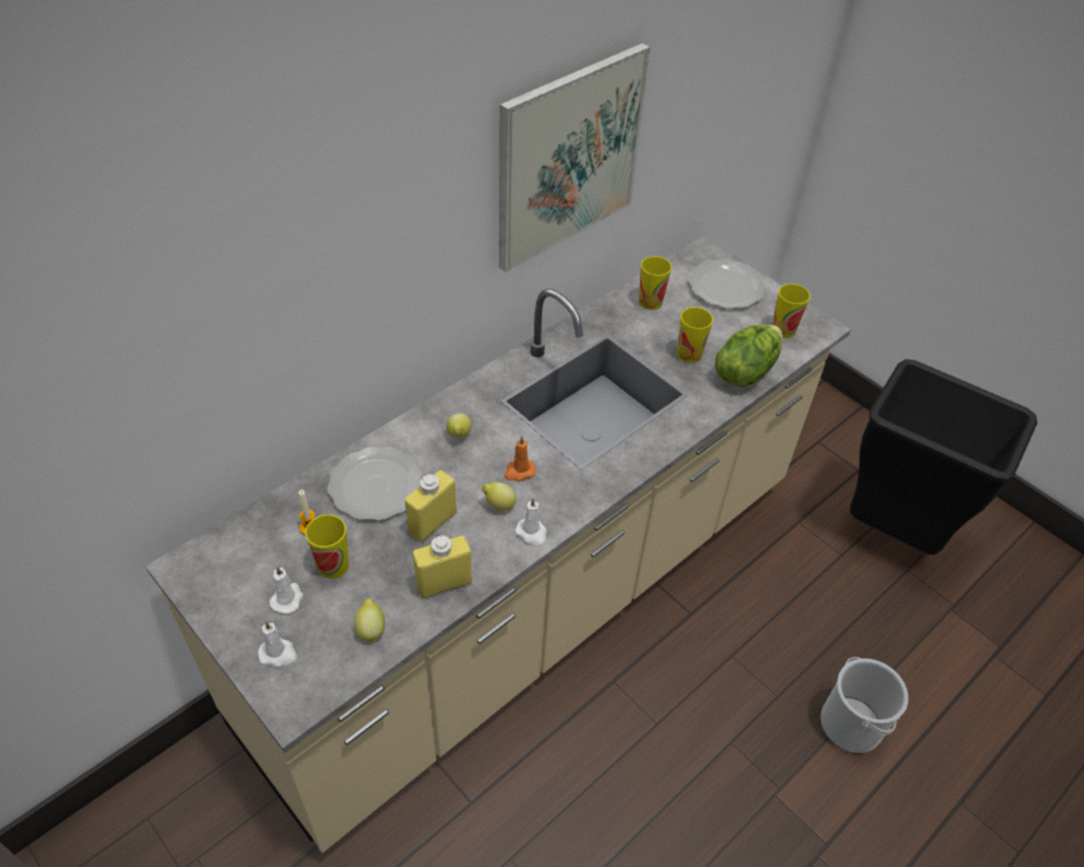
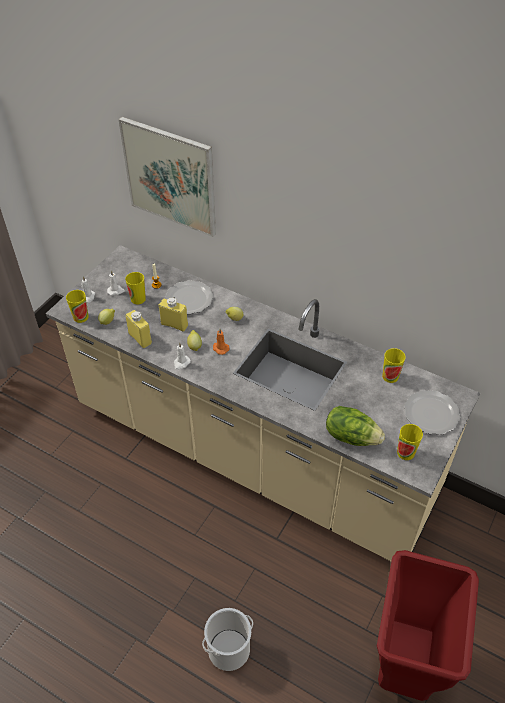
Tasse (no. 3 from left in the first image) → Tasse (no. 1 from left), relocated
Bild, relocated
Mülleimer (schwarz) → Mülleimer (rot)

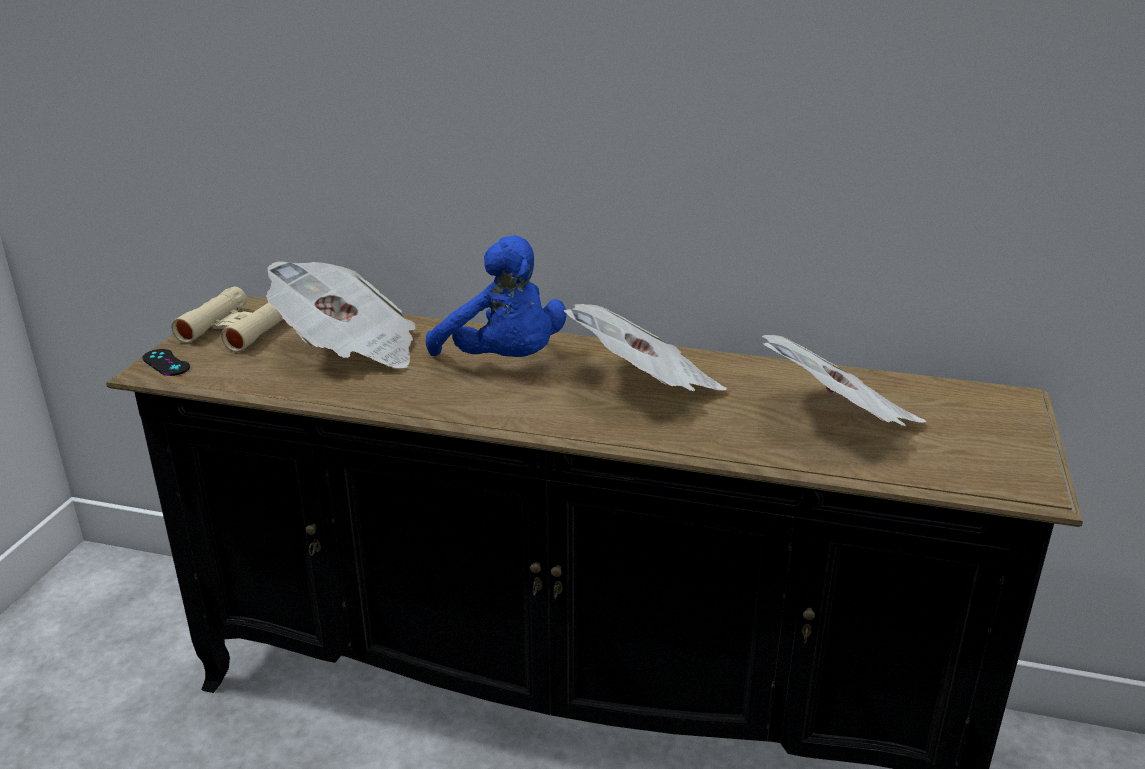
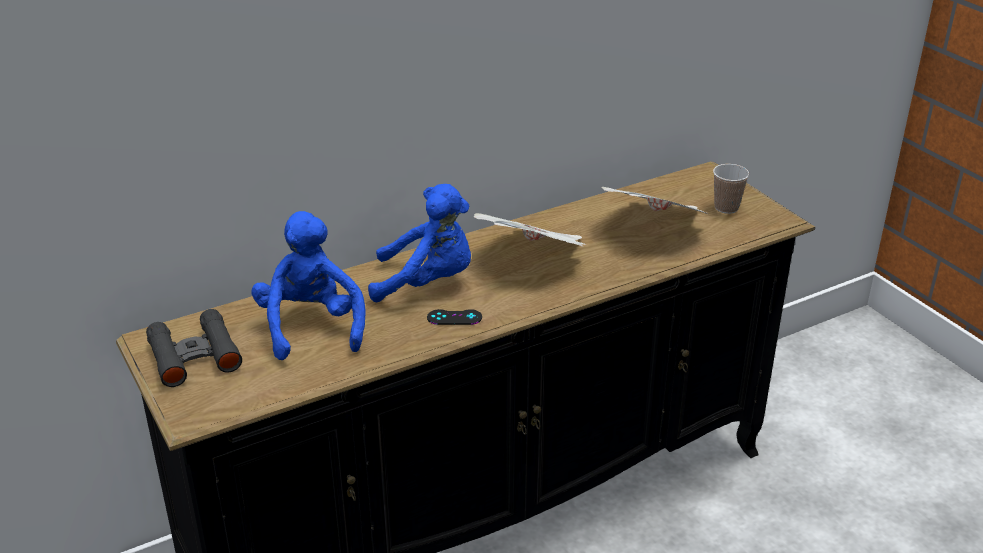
Fernglas (beige) → Fernglas (schwarz)
Zeitung (no. 1 from left) → Plüschtier (blau) (no. 1 from left)
Gamepad (schwarz), relocated
- → Tasse

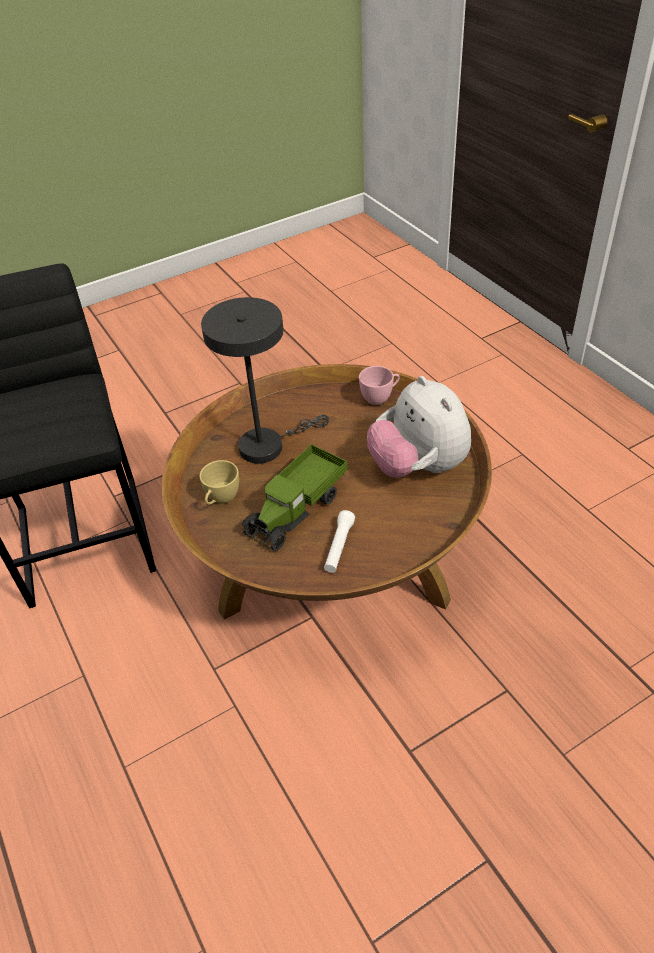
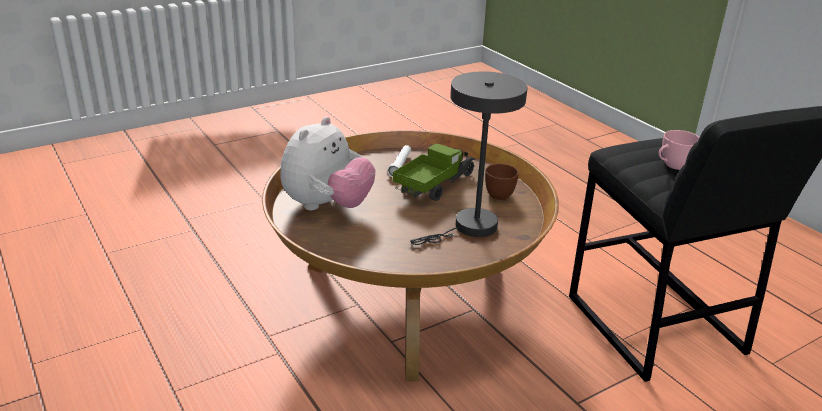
Plüschtier, 60 degrees clockwise
Tasse (gelb) → Tasse (braun)
Tasse (rosa), relocated

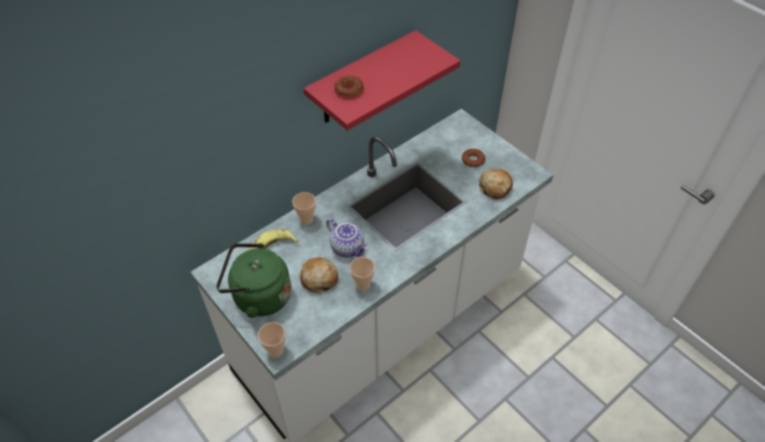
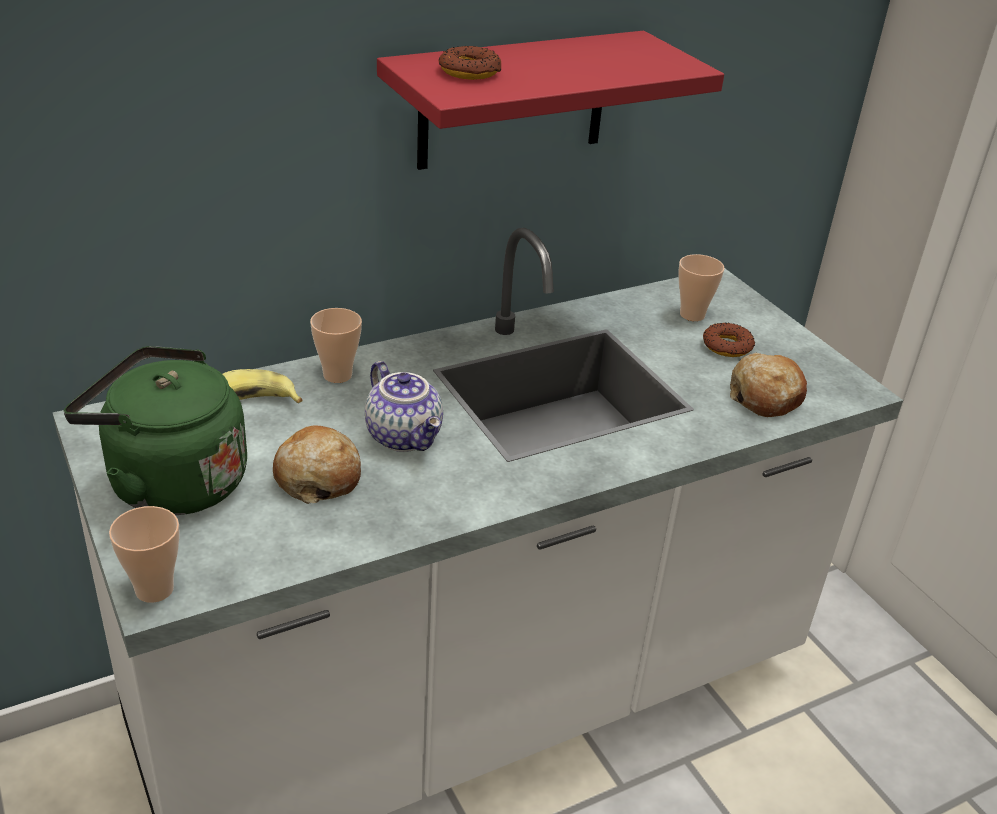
Tasse (no. 3 from left), relocated

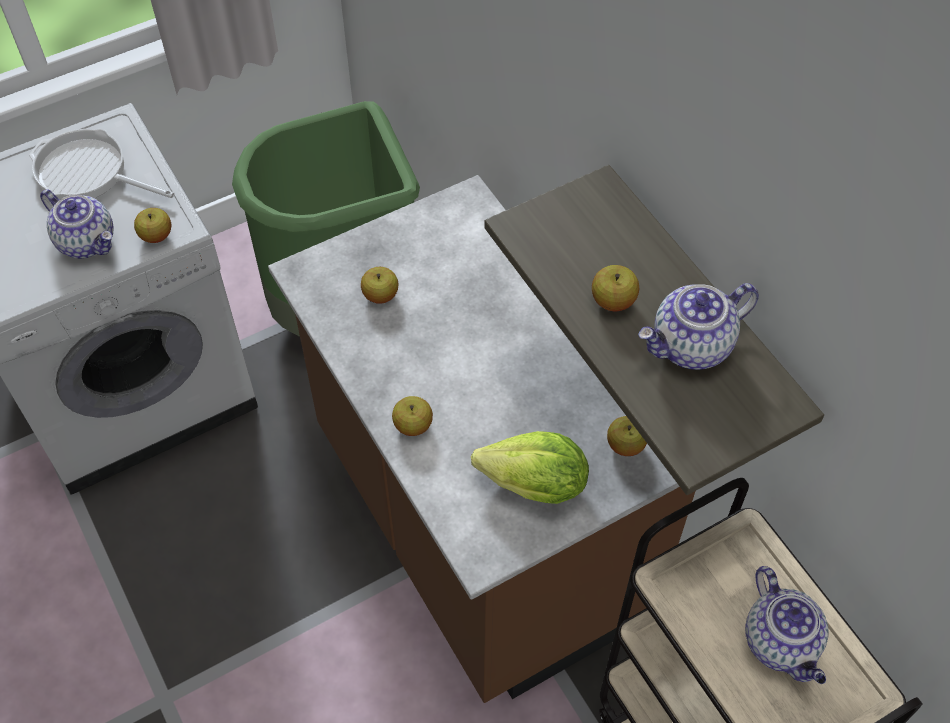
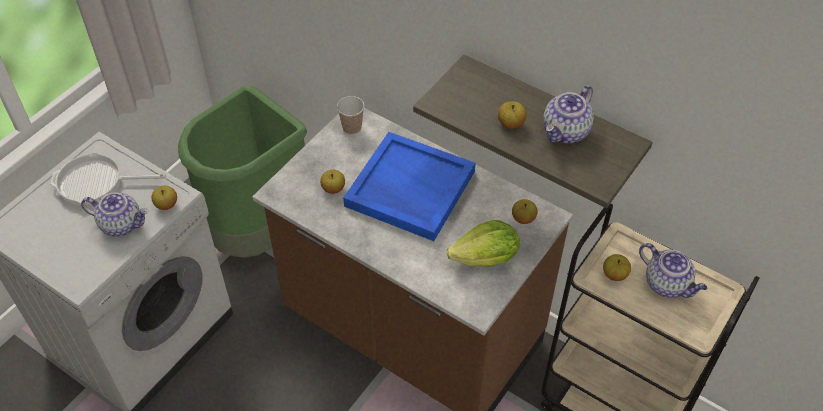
- → Tasse
- → Tablett (blau)
Apfel (no. 3 from left in the first image) → Apfel (no. 5 from left), relocated

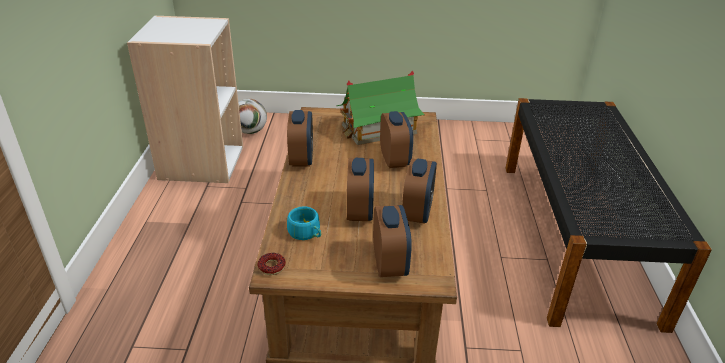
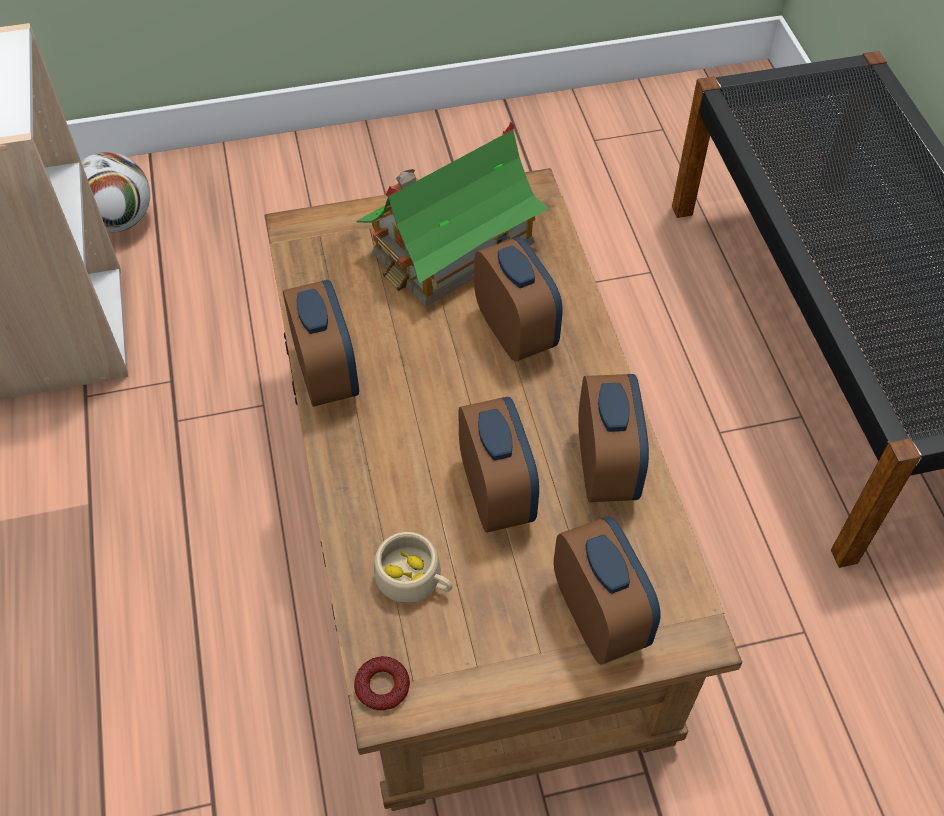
Tasse (türkis) → Tasse (beige)

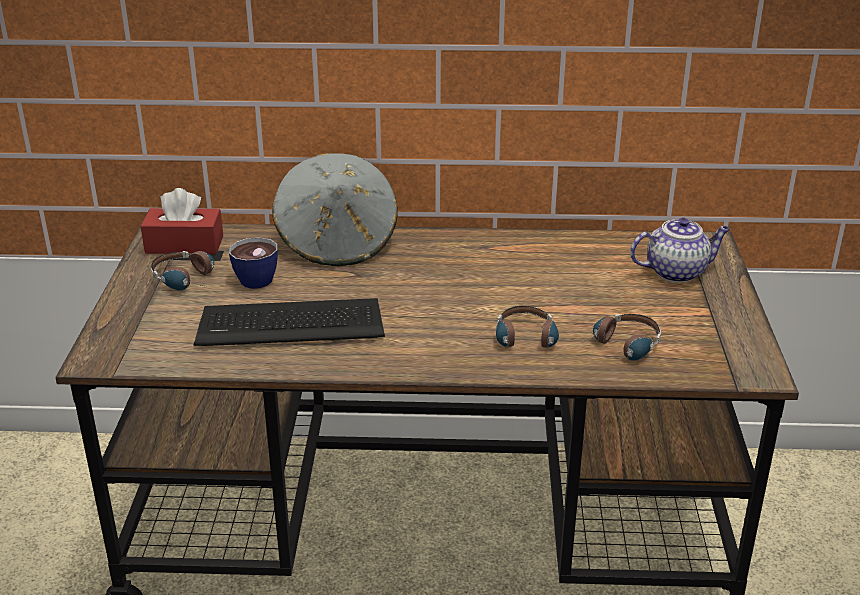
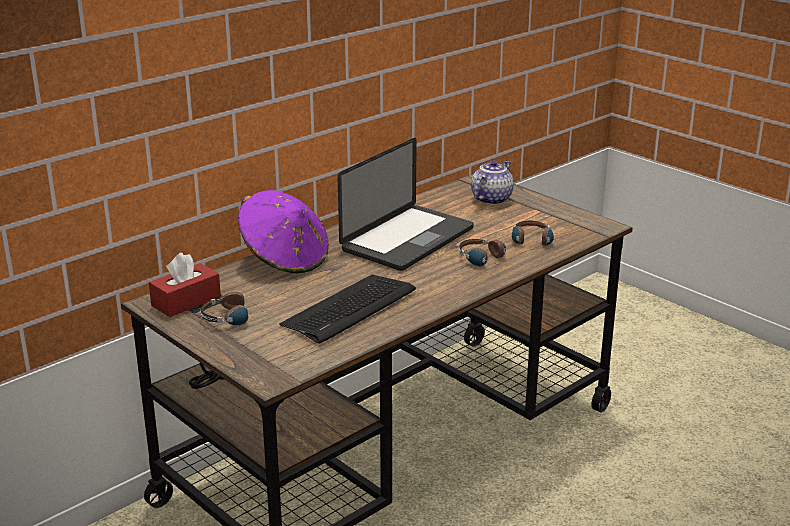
Hut (grau) → Hut (lila)
- → Laptop
Tasse → -

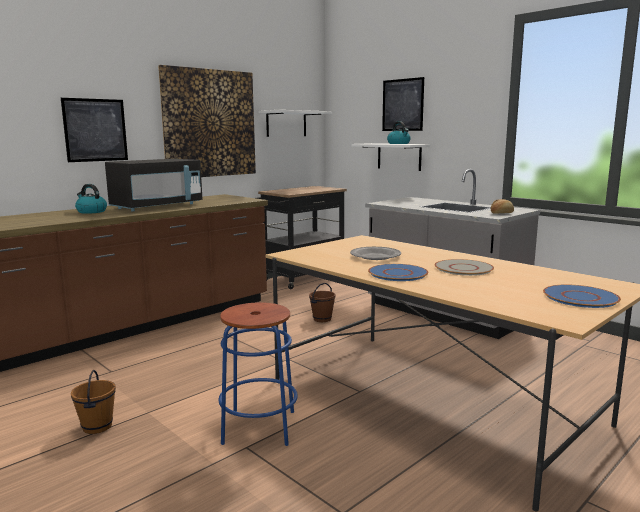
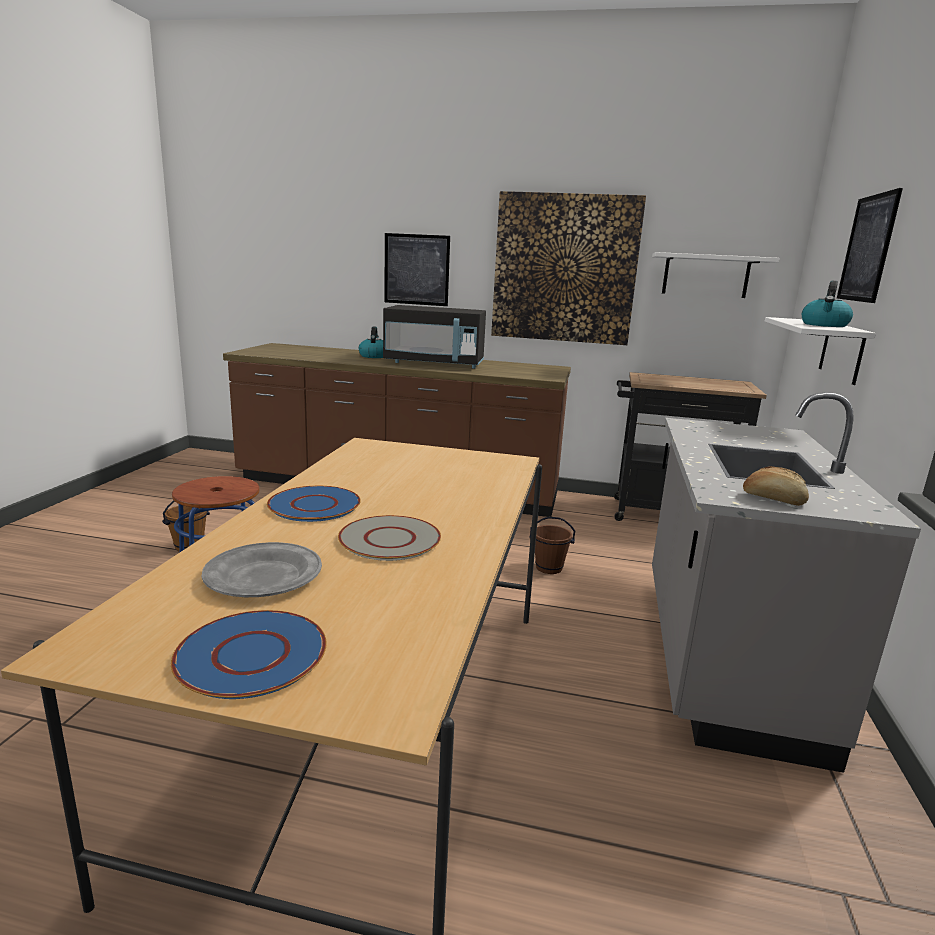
Teller (grau) (no. 1 from left), relocated

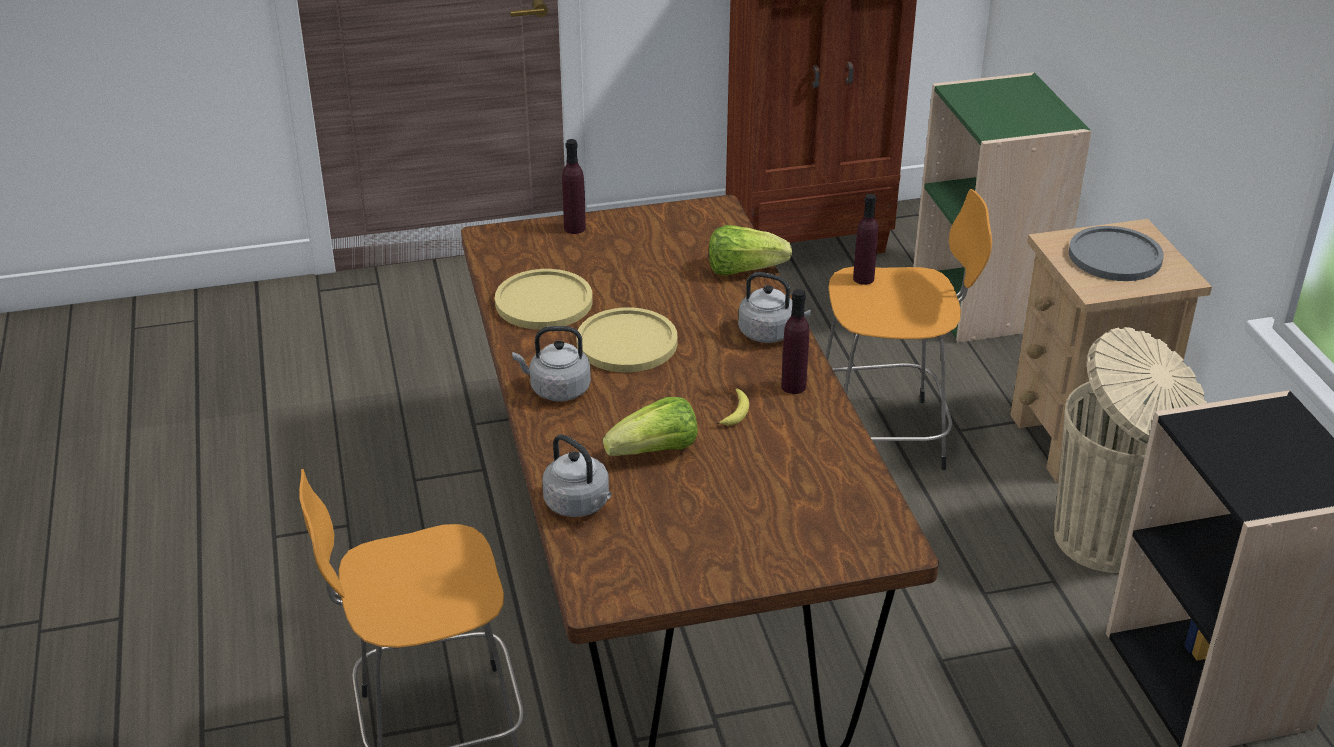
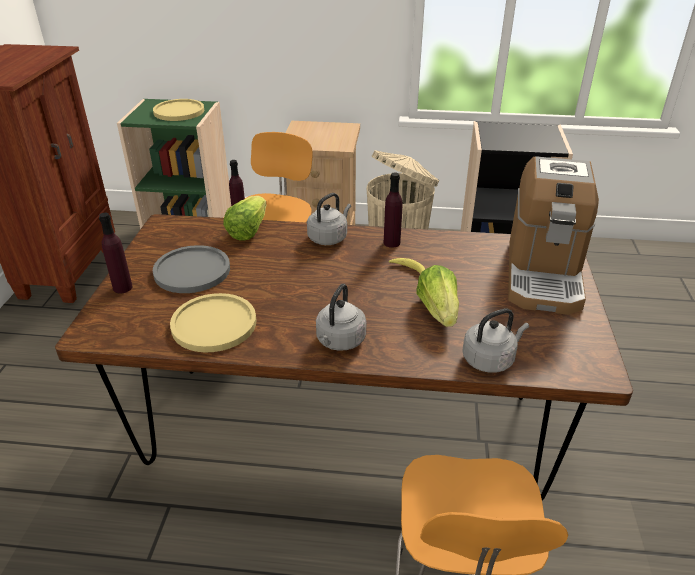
Teller (gelb) (no. 2 from left in the first image) → Teller (gelb) (no. 1 from left), relocated
Teller (grau), relocated
- → Kaffeemaschine

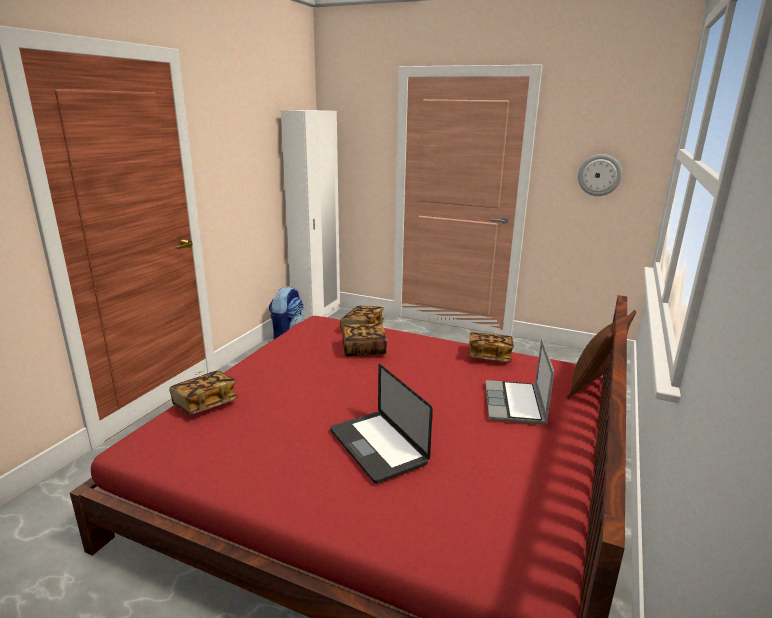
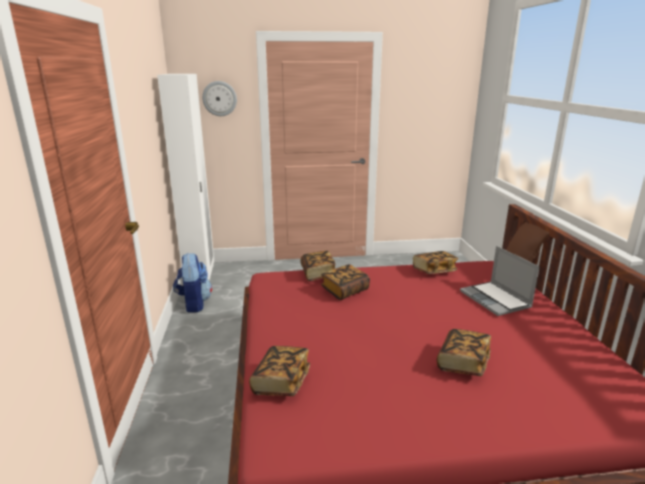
Wanduhr, relocated
Laptop (no. 1 from left) → Buch (no. 5 from left)

